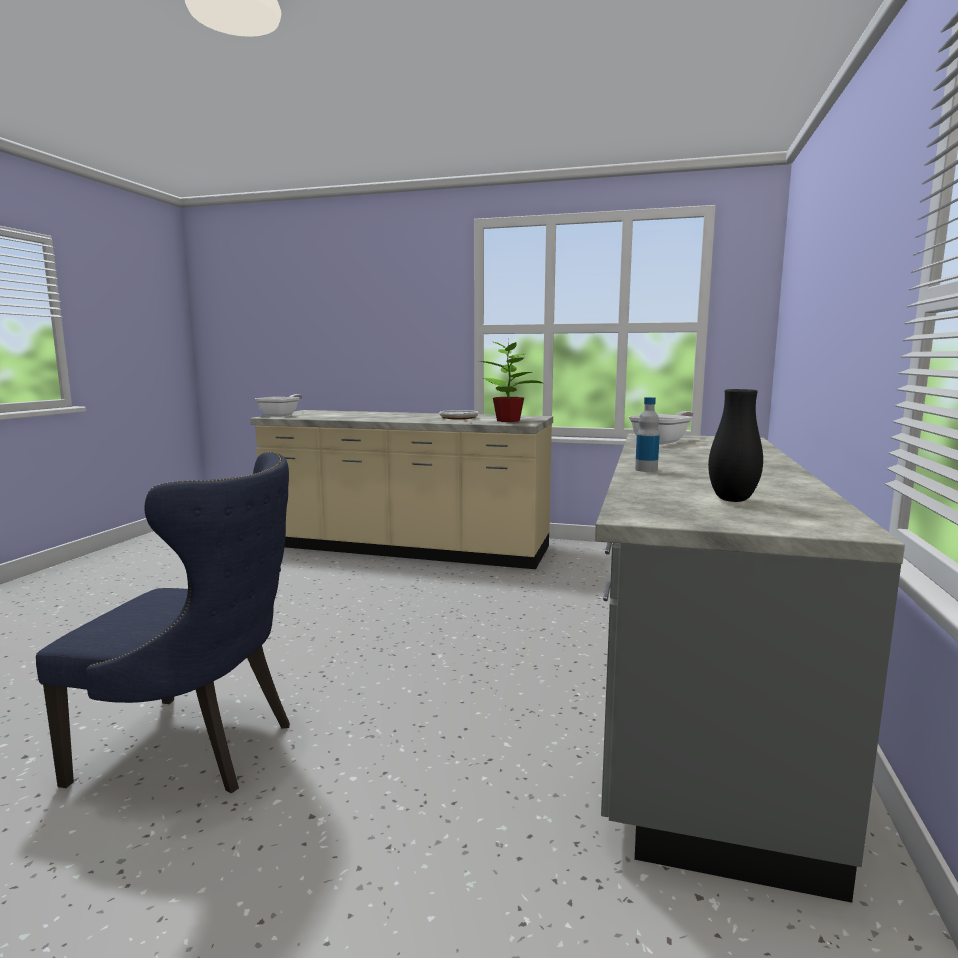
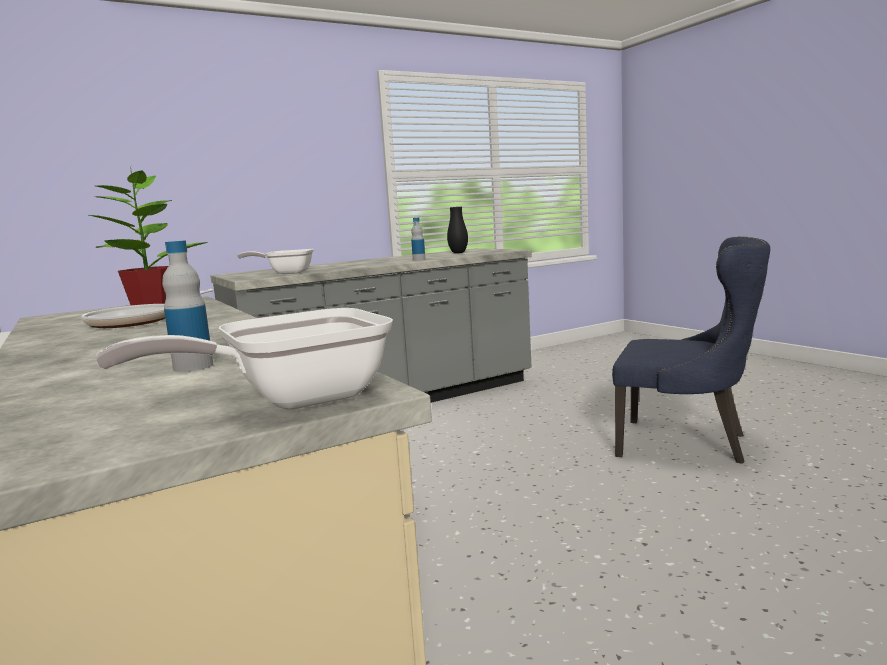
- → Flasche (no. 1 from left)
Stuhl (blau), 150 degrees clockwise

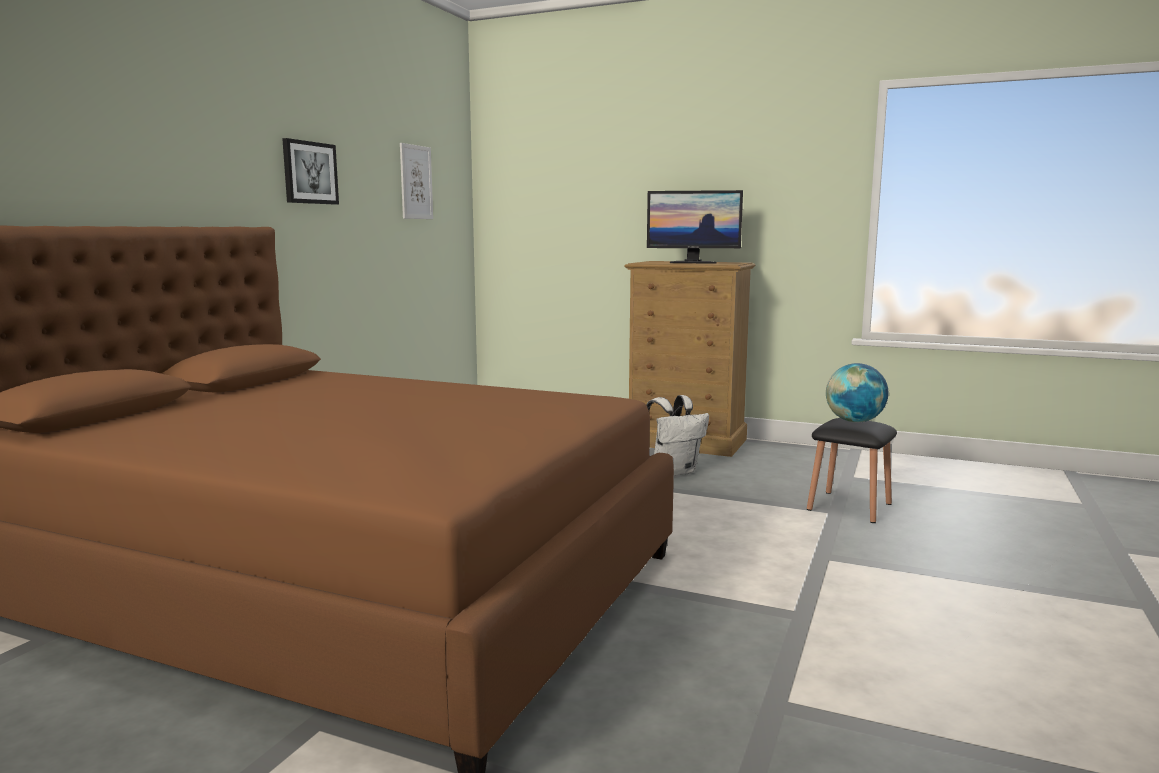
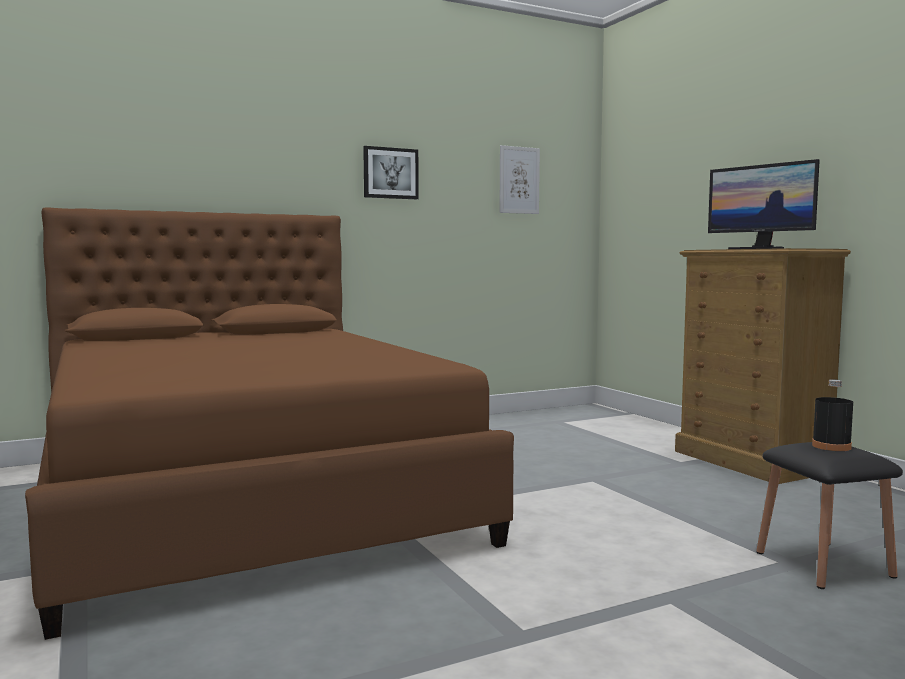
Globus → Flasche (schwarz)
Rucksack (weiß) → -

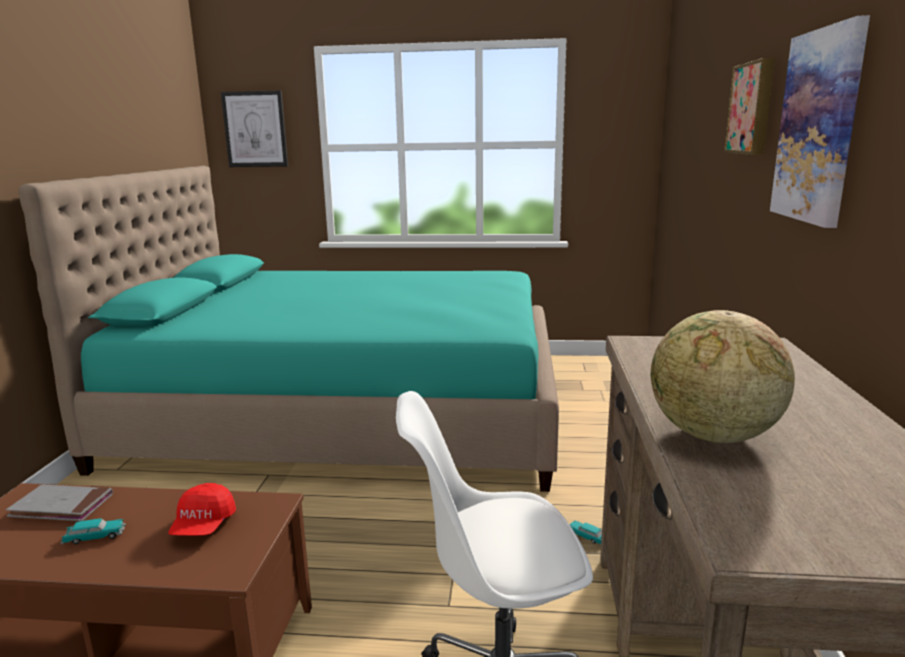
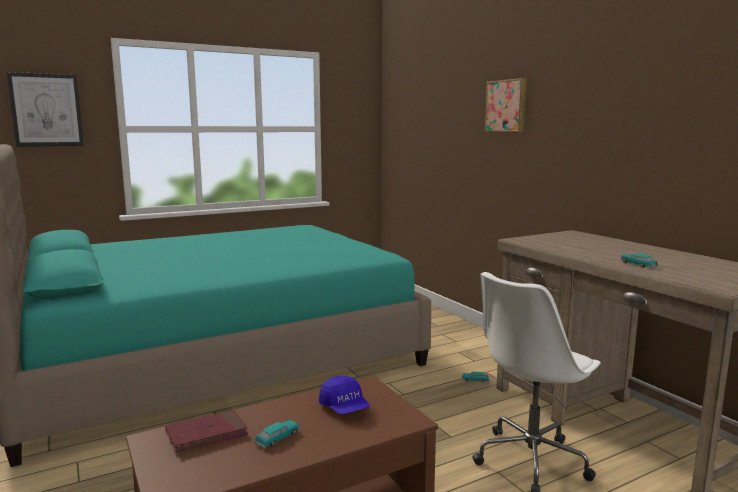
Buch (grau) → Buch (rot)
Kappe (rot) → Kappe (blau)
Globus → Spielzeugauto (no. 3 from left)
Bild (no. 3 from left) → -

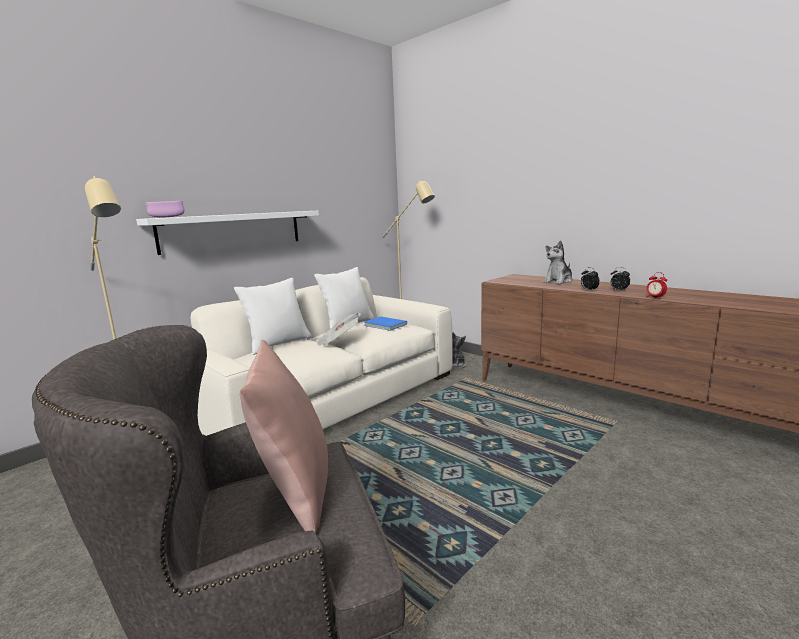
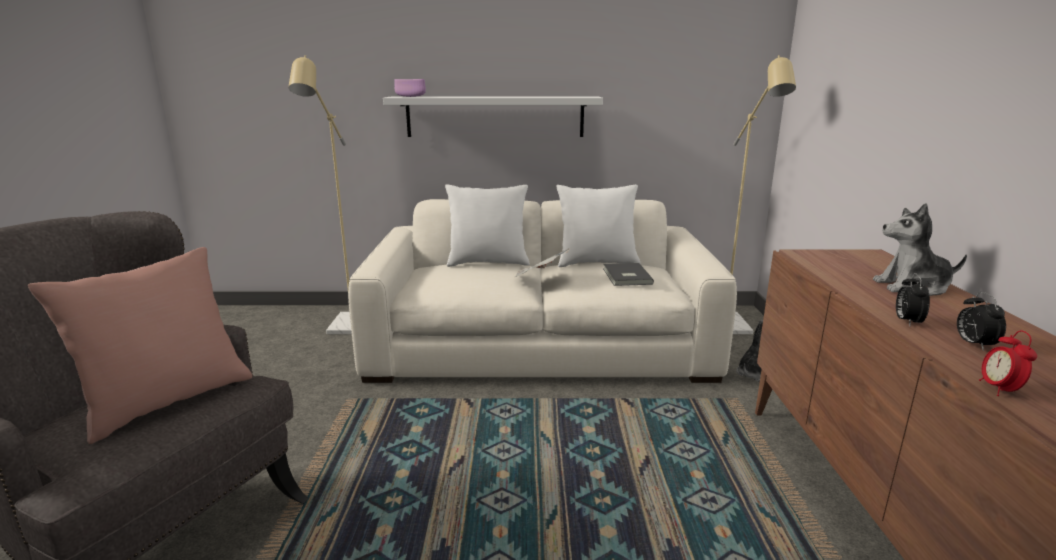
Buch (blau) → Buch (grau)

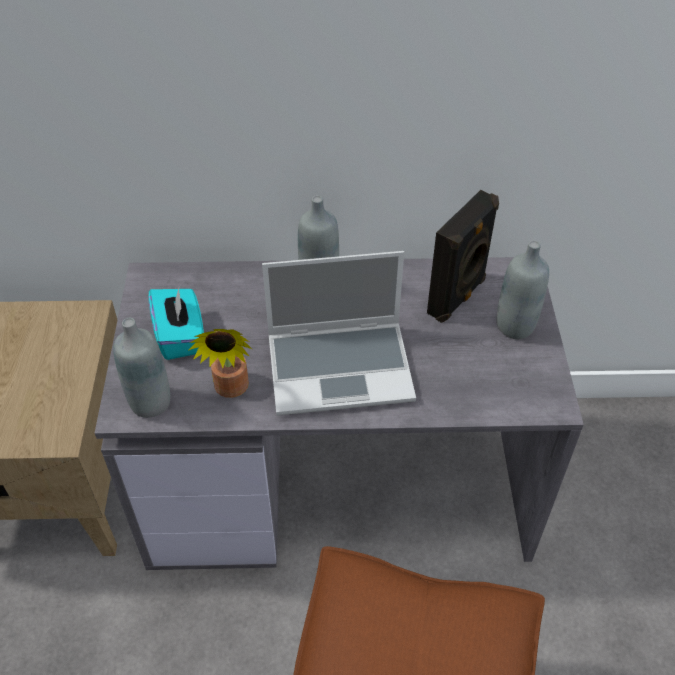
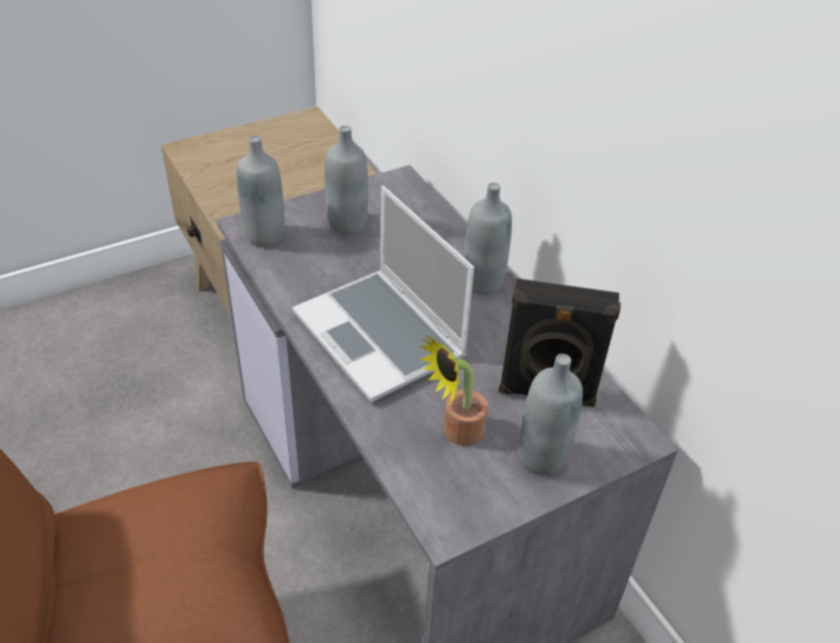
Taschentuchbox (türkis) → Flasche (grau) (no. 2 from left)
Topfpflanze, relocated

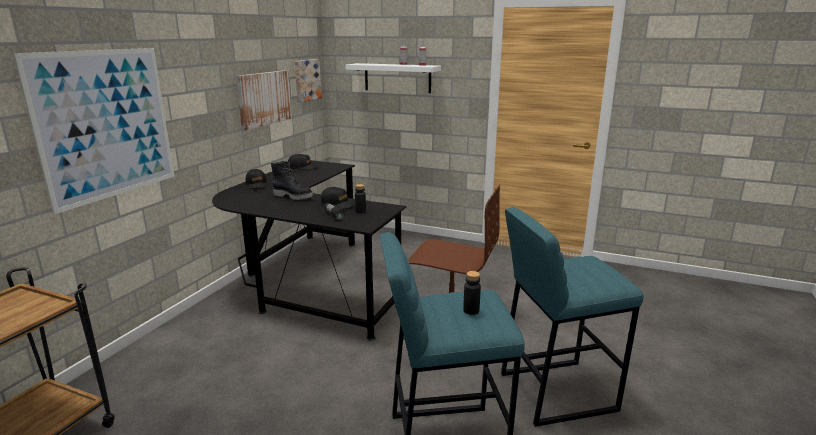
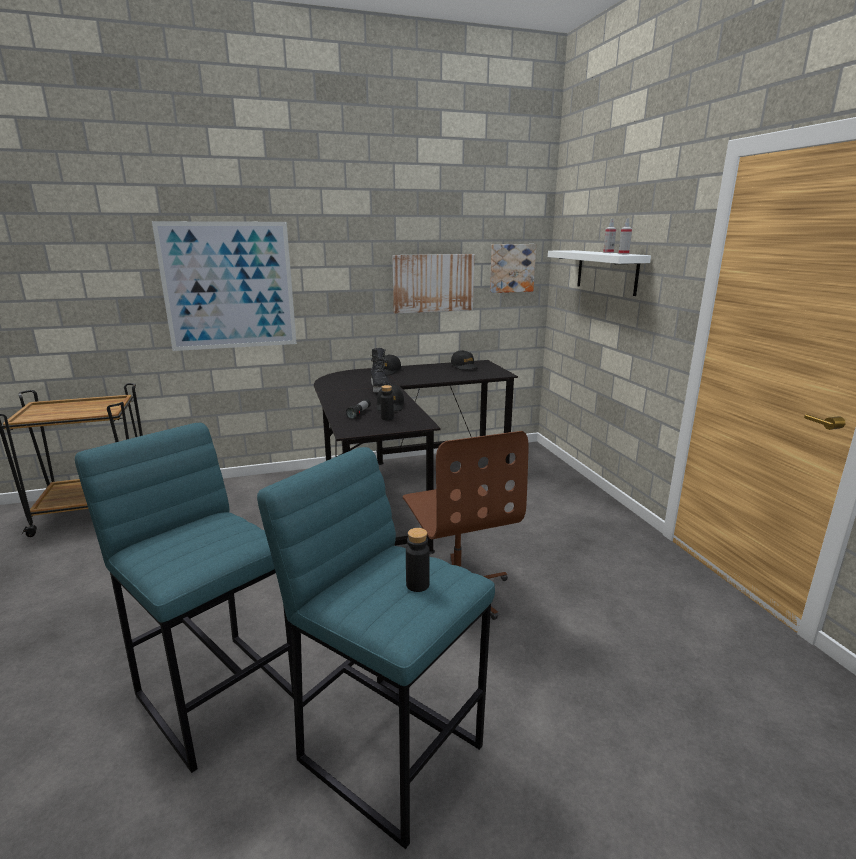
Flasche (schwarz) (no. 2 from left), relocated

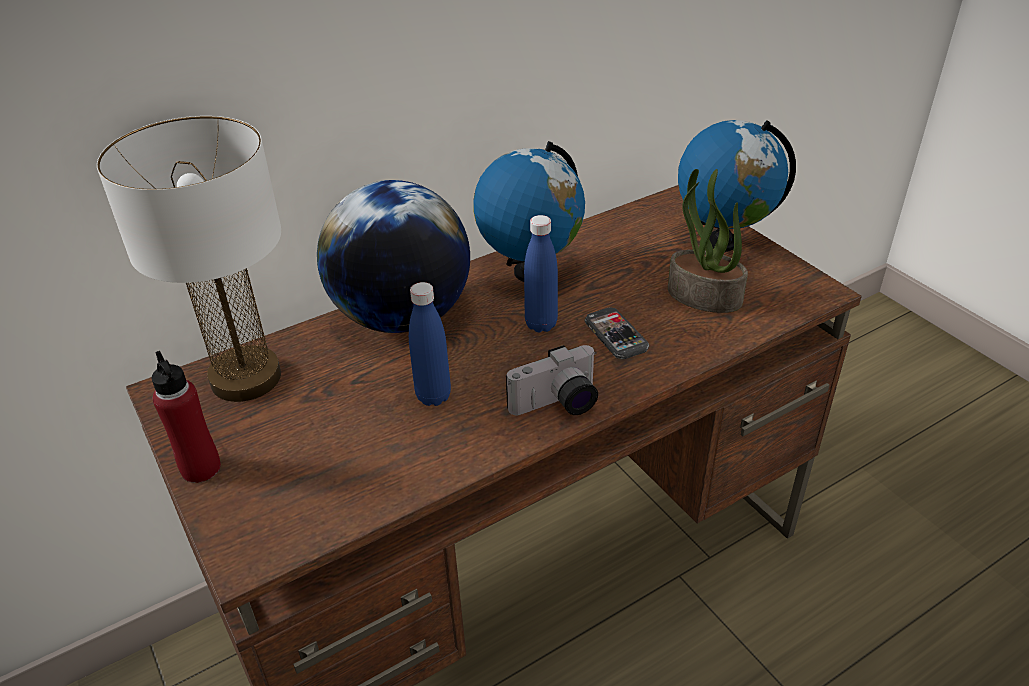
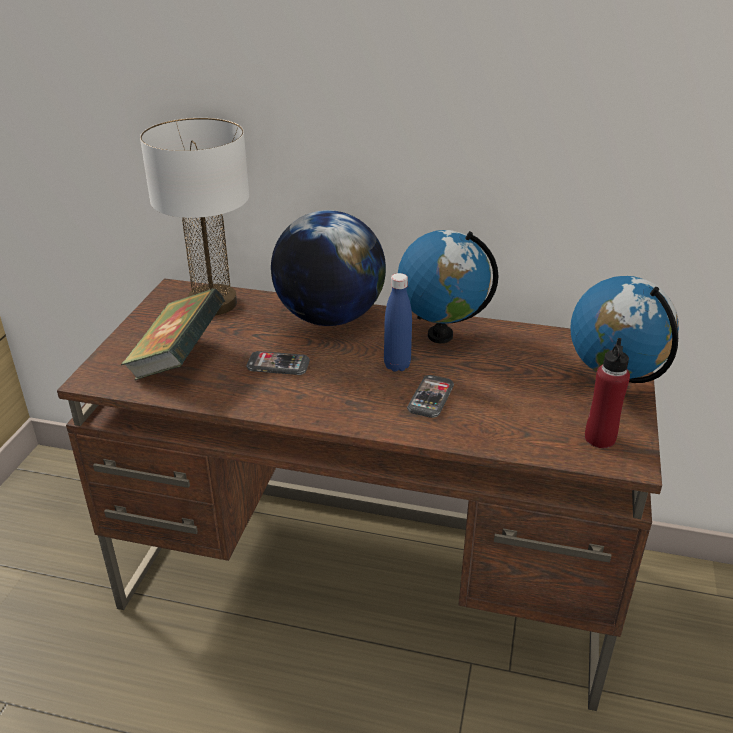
- → Buch
Flasche (blau) (no. 1 from left) → Handy (no. 1 from left)
Flasche (rot), relocated
Kamera → -
Topfpflanze → -

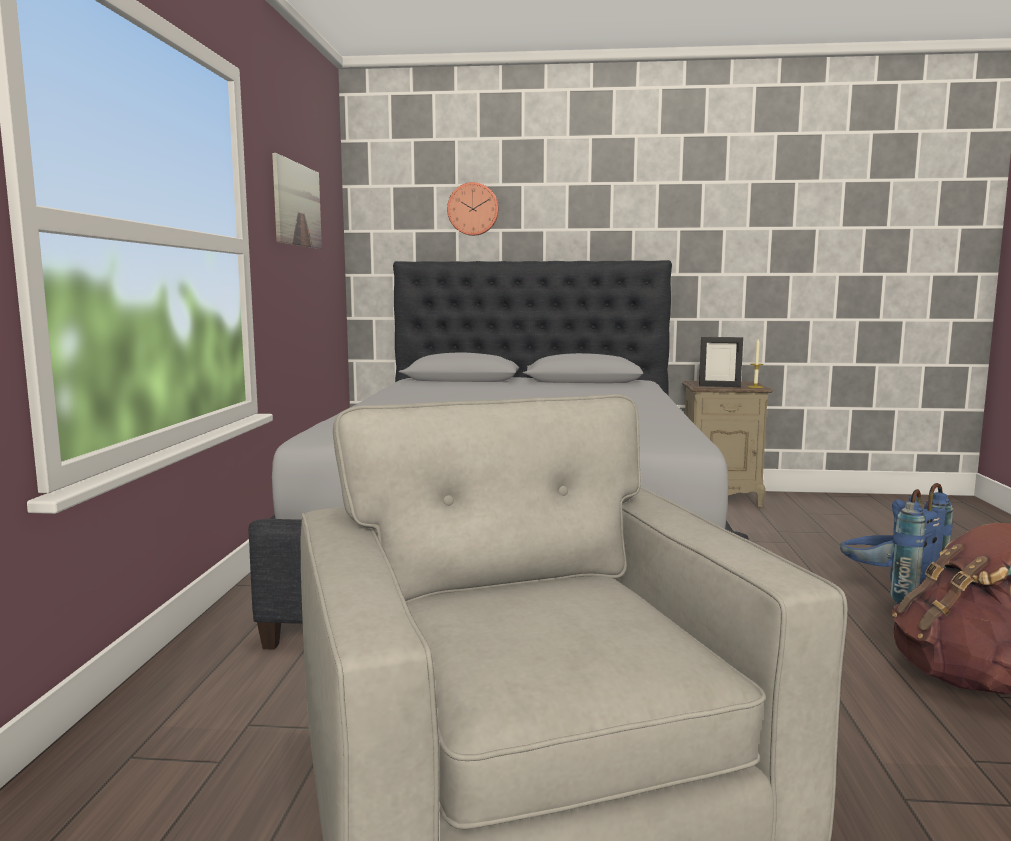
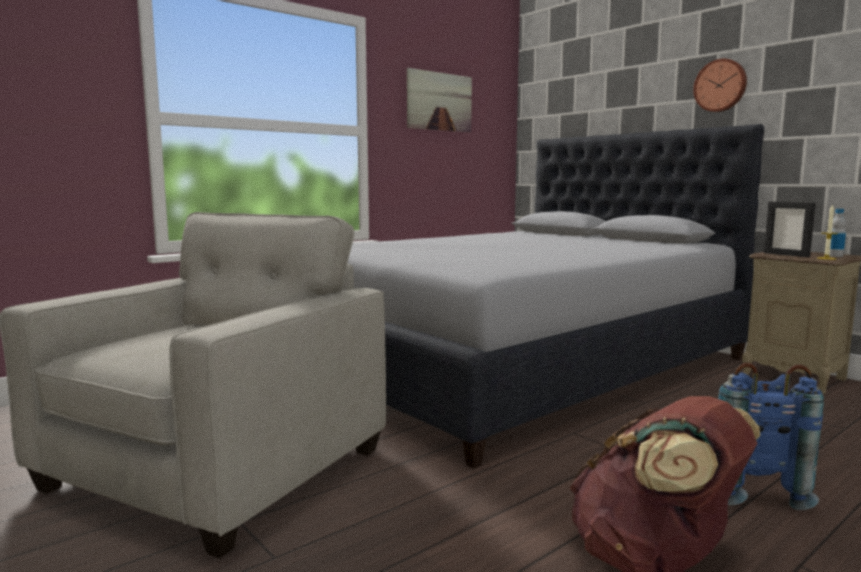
Wanduhr, relocated
- → Flasche

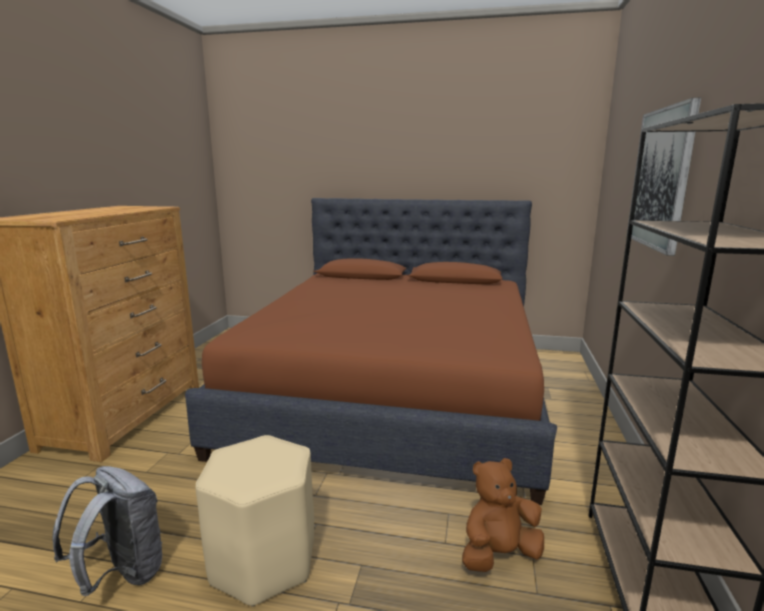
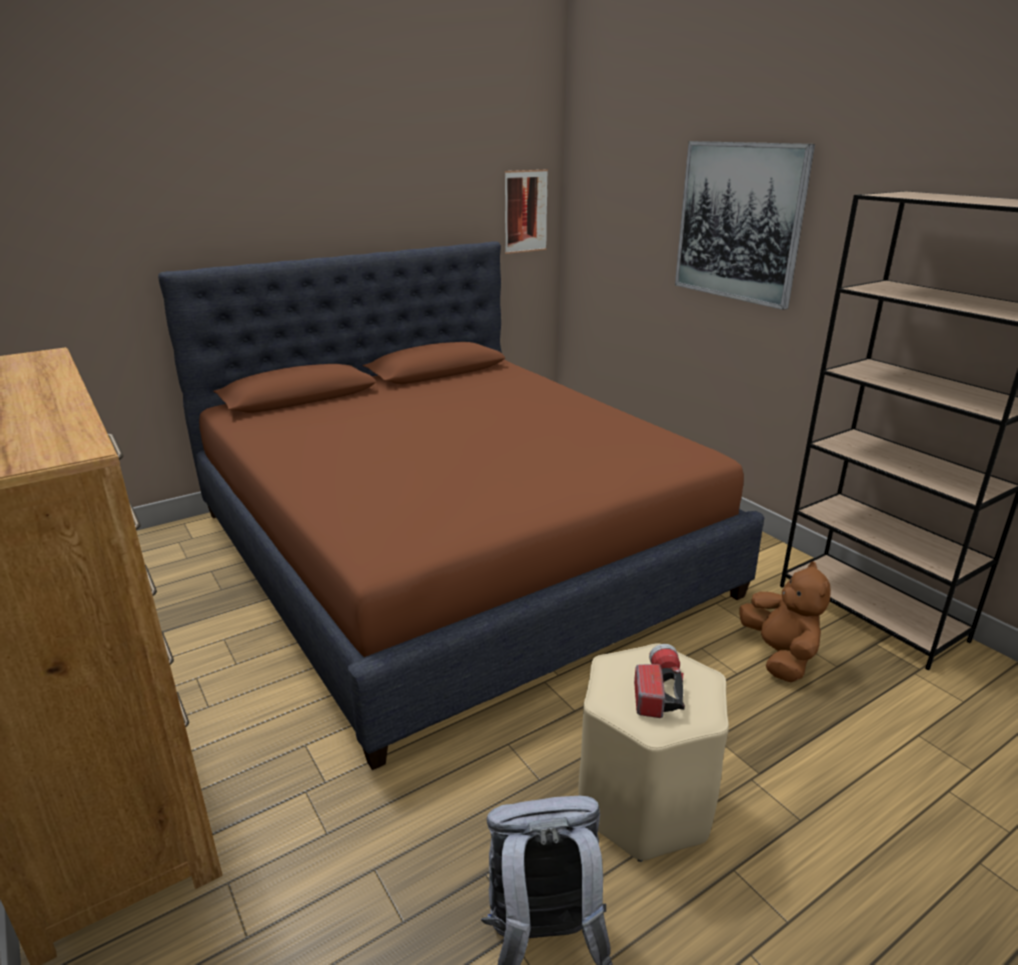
- → Bild (no. 1 from left)
- → Taschenlampe
Plüschtier (braun), 150 degrees clockwise

